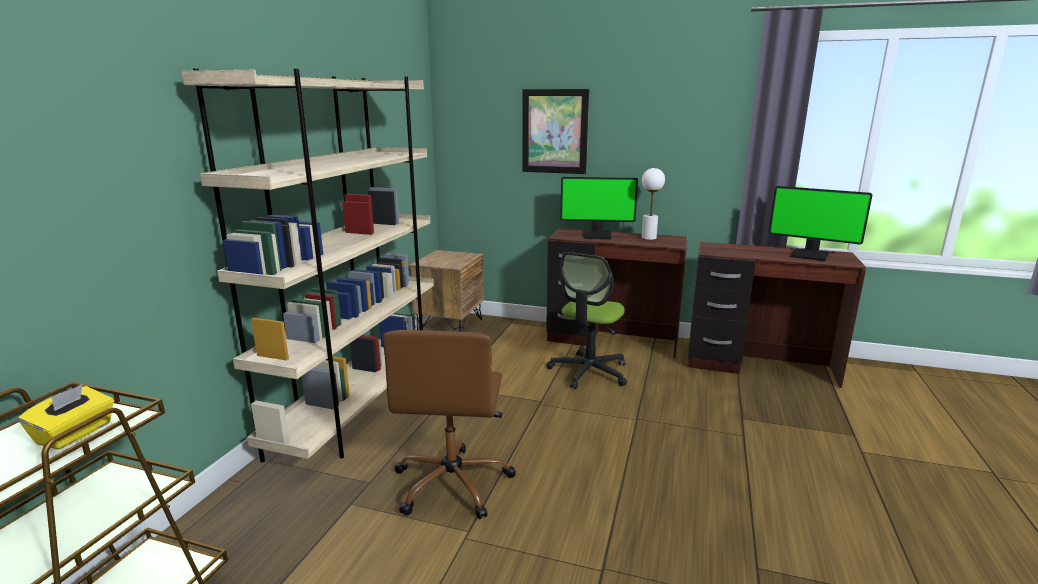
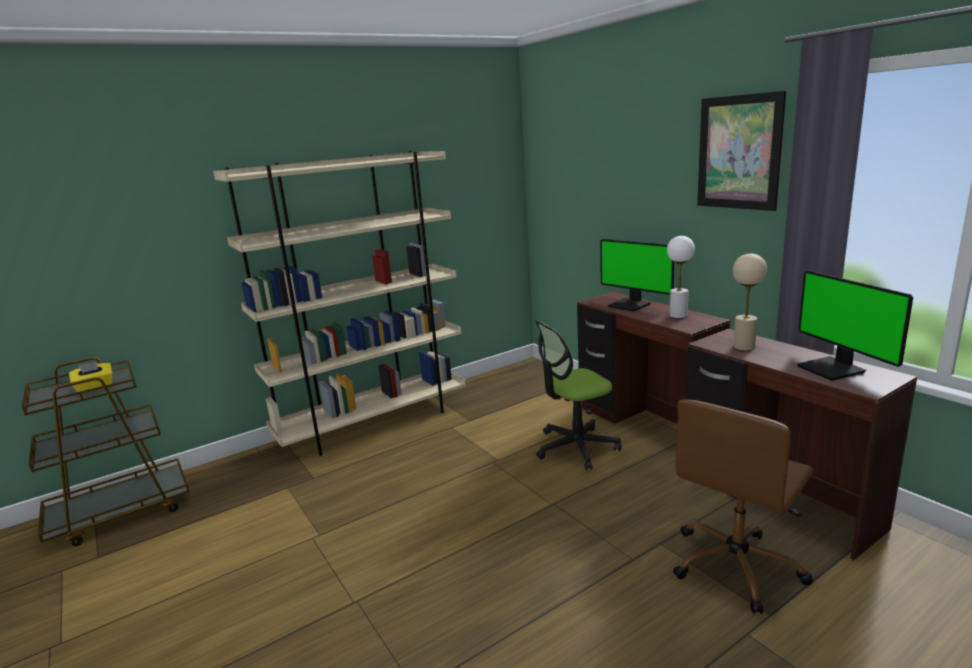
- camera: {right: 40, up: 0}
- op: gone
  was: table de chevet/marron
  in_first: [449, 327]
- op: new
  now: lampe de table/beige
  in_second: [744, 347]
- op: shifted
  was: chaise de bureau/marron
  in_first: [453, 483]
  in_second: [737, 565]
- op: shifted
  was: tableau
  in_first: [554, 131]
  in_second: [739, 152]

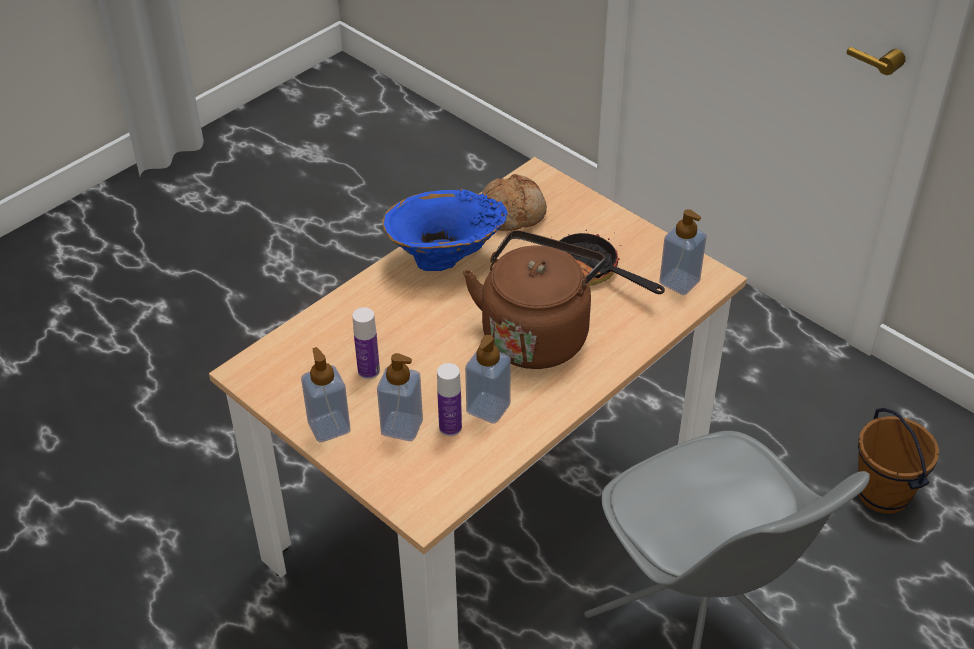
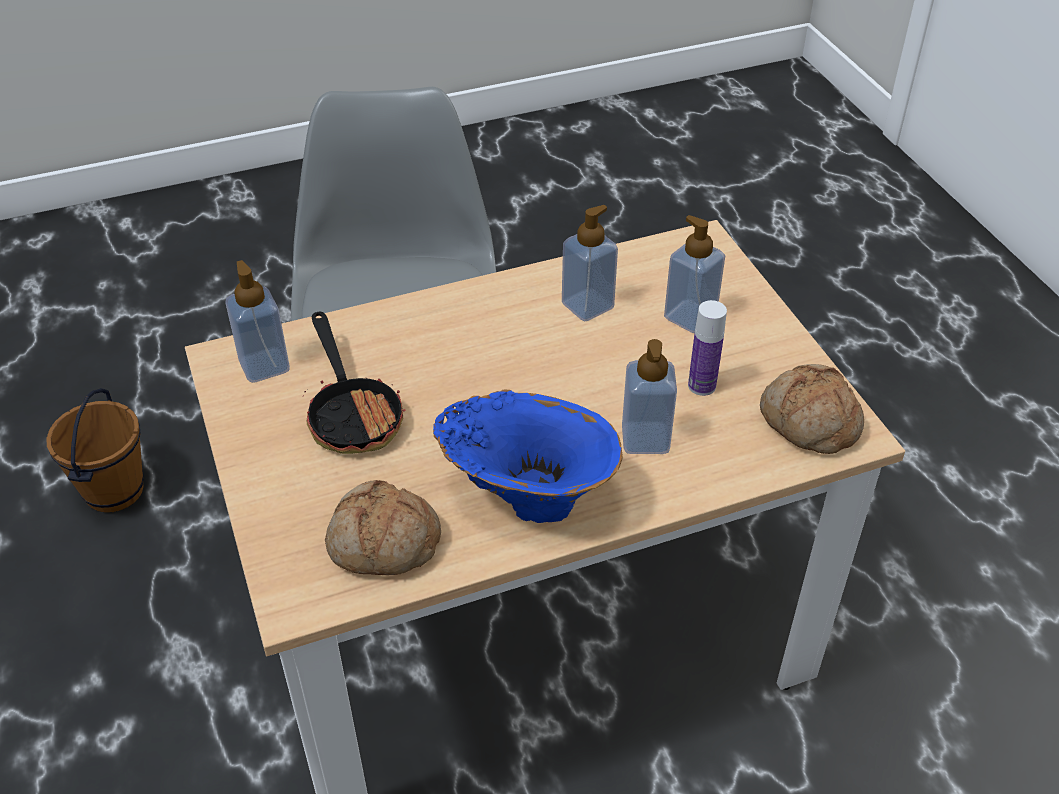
- camera: {right: -155, up: 0}
- op: gone
  was: bouteille
  in_first: [450, 427]
- op: gone
  was: bouilloire/marron
  in_first: [536, 334]
- op: new
  now: pain
  in_second: [808, 422]
- op: shifted
  was: distributeur de savon
  in_first: [329, 427]
  in_second: [645, 439]

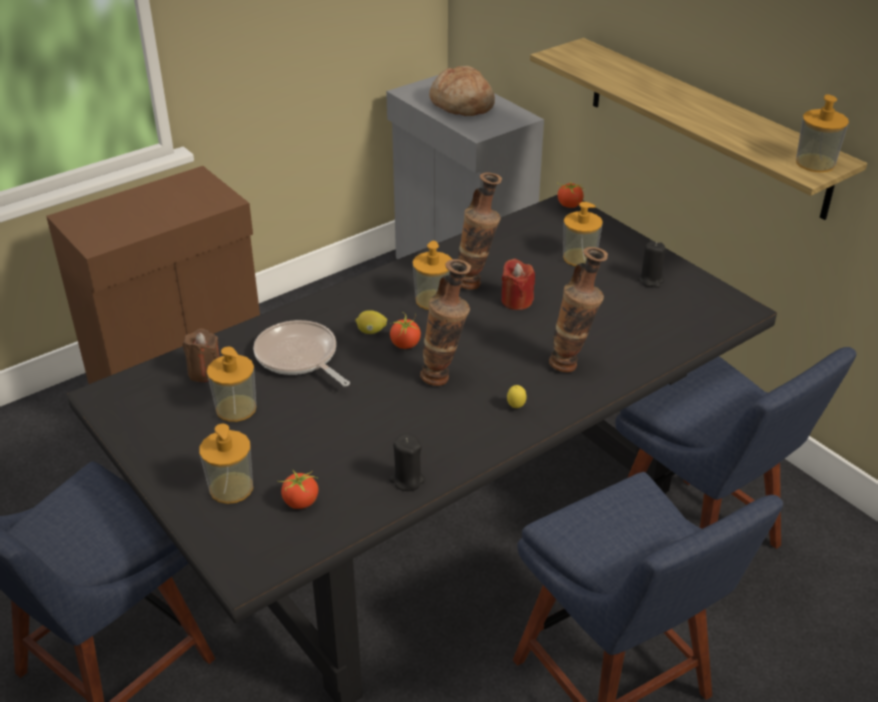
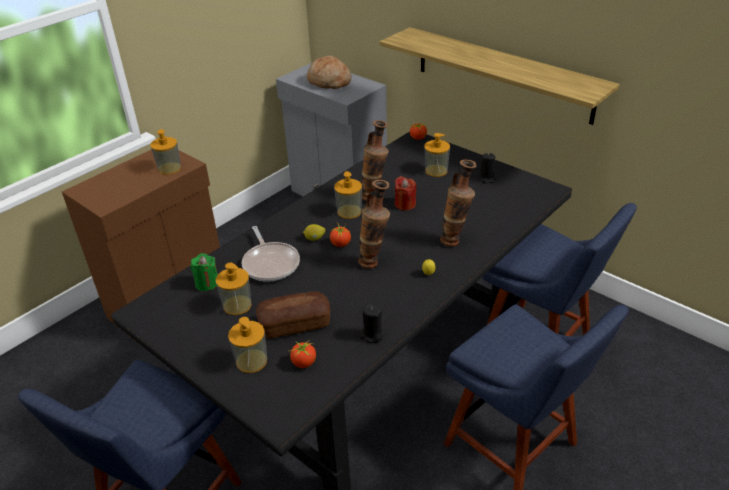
- camera: {right: -10, up: 0}
- op: new
  now: pain
  in_second: [295, 324]
- op: shifted
  was: distributeur de savon
  in_first: [815, 163]
  in_second: [169, 168]
- op: repainted
  was: bougie/marron
  now: bougie/vert
  in_first: [205, 372]
  in_second: [207, 283]
- op: rotated
  was: poêle
  in_first: [299, 357]
  in_second: [270, 263]
  clockwise: -150

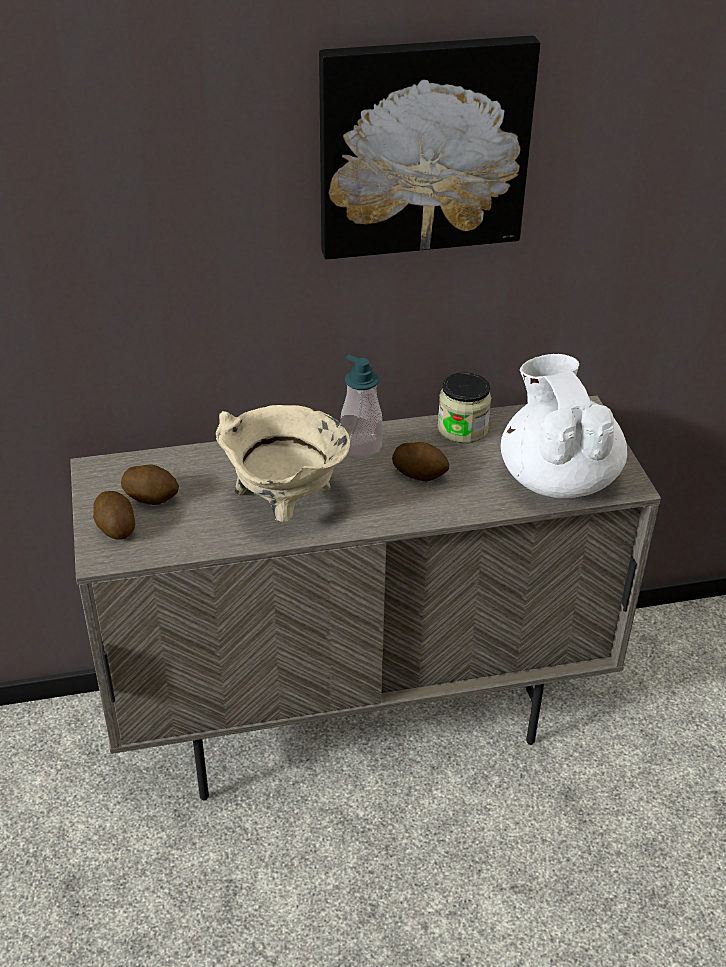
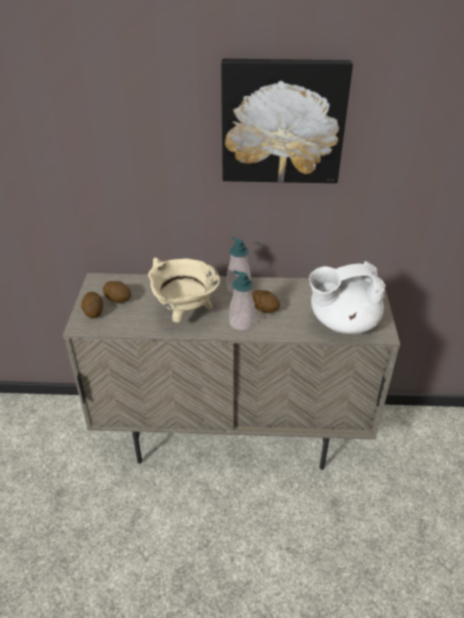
- camera: {right: 15, up: 0}
- op: gone
  was: bocal
  in_first: [462, 429]
- op: new
  now: distributeur de savon
  in_second: [242, 323]
- op: rotated
  was: théière/blanc
  in_first: [557, 478]
  in_second: [342, 323]
  clockwise: -105

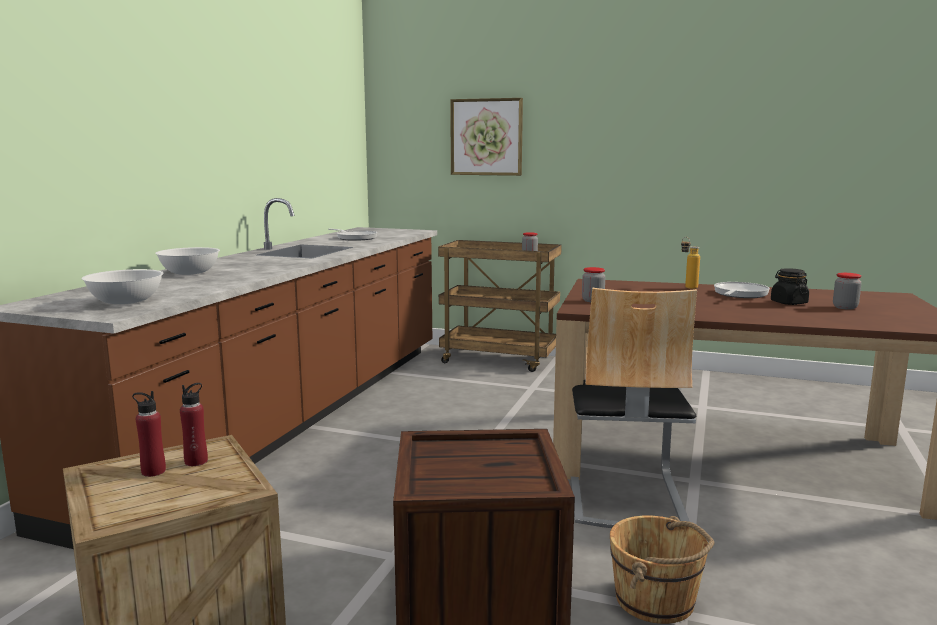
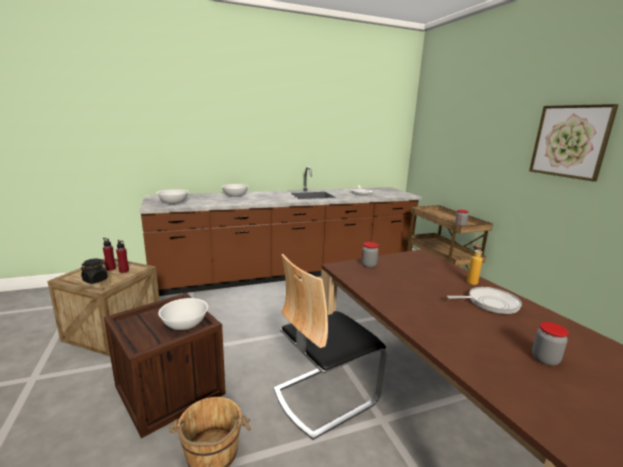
- camera: {right: 50, up: 5}
- op: new
  now: bol/blanc
  in_second: [184, 324]
- op: shifted
  was: tableau
  in_first: [486, 137]
  in_second: [570, 141]
- op: shifted
  was: bocal/noir
  in_first: [788, 303]
  in_second: [95, 280]

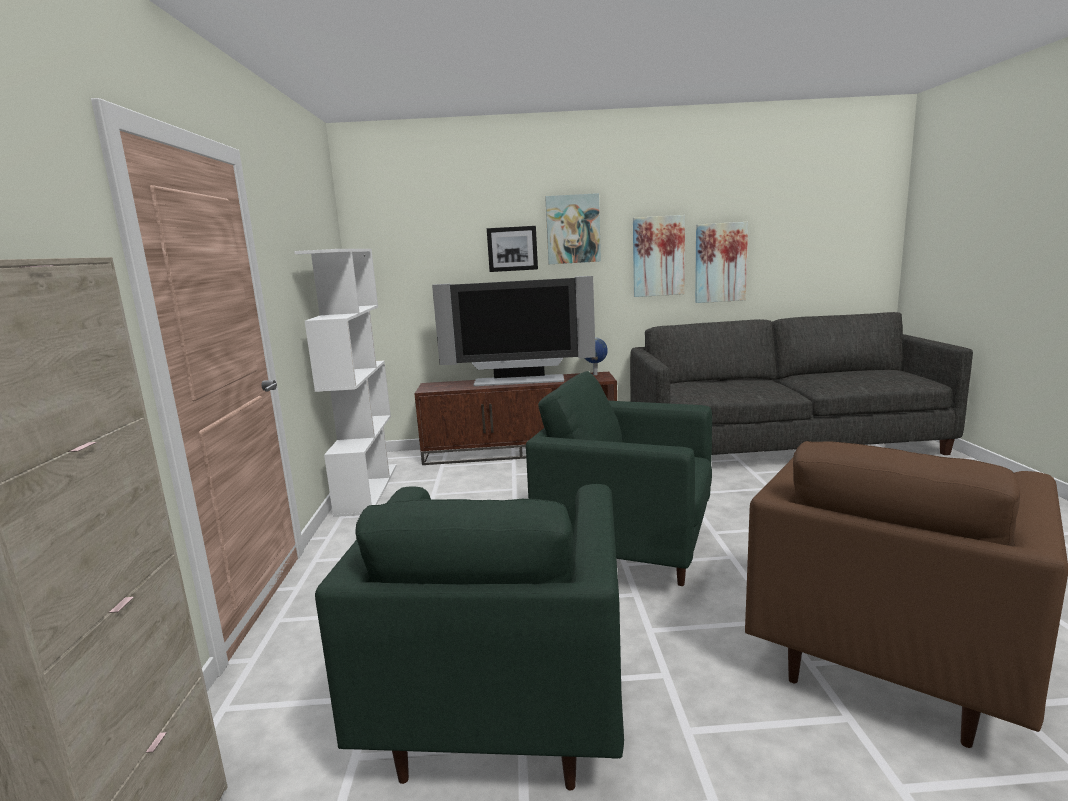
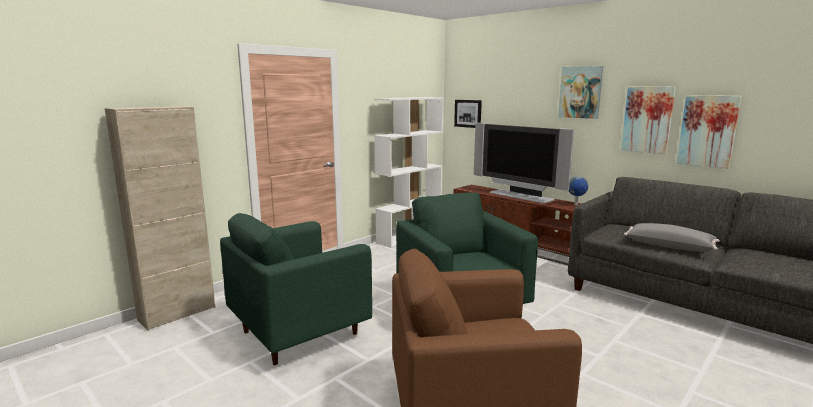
- camera: {right: 45, up: 0}
- op: new
  now: coussin/gris
  in_second: [669, 246]
- op: shifted
  was: tableau
  in_first: [512, 249]
  in_second: [468, 113]

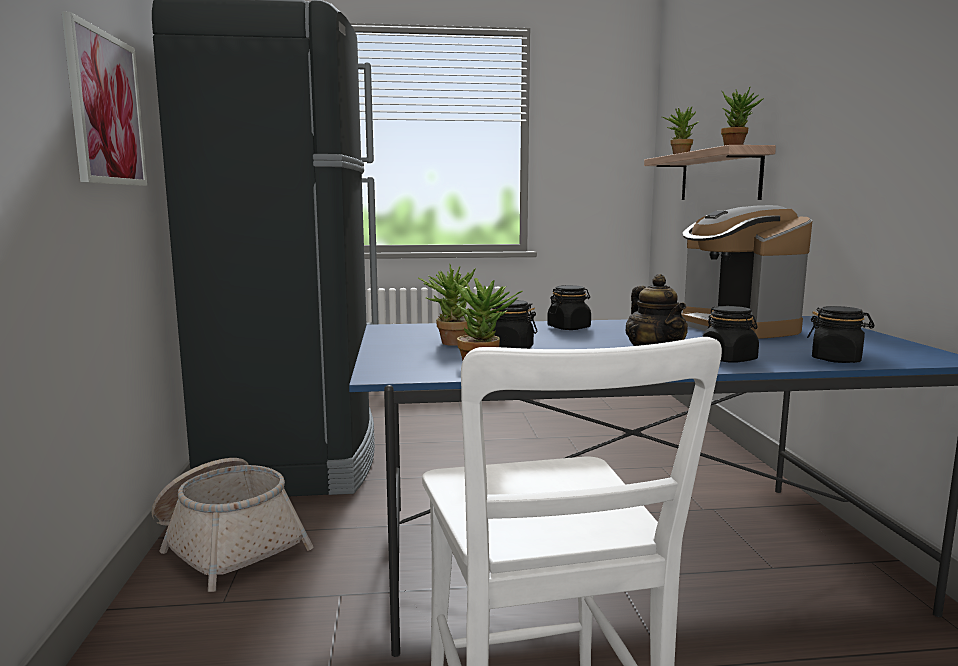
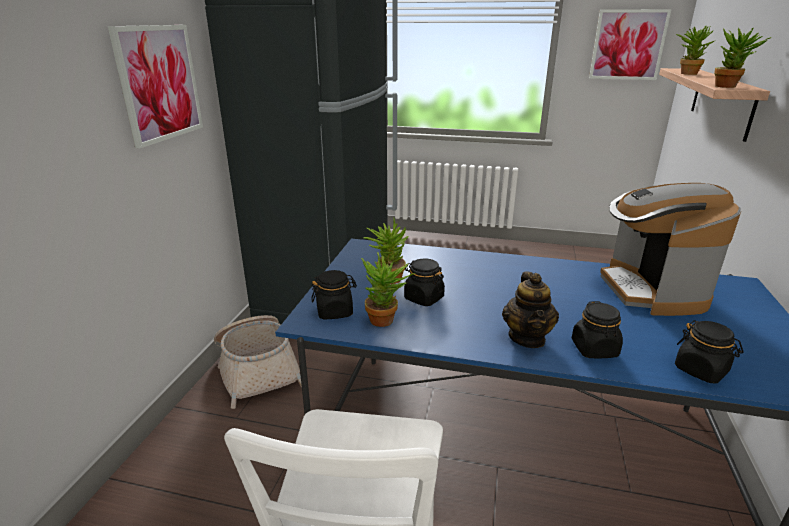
- camera: {right: 20, up: 15}
- op: new
  now: tableau
  in_second: [628, 45]
- op: shifted
  was: bocal/noir
  in_first: [569, 328]
  in_second: [335, 311]

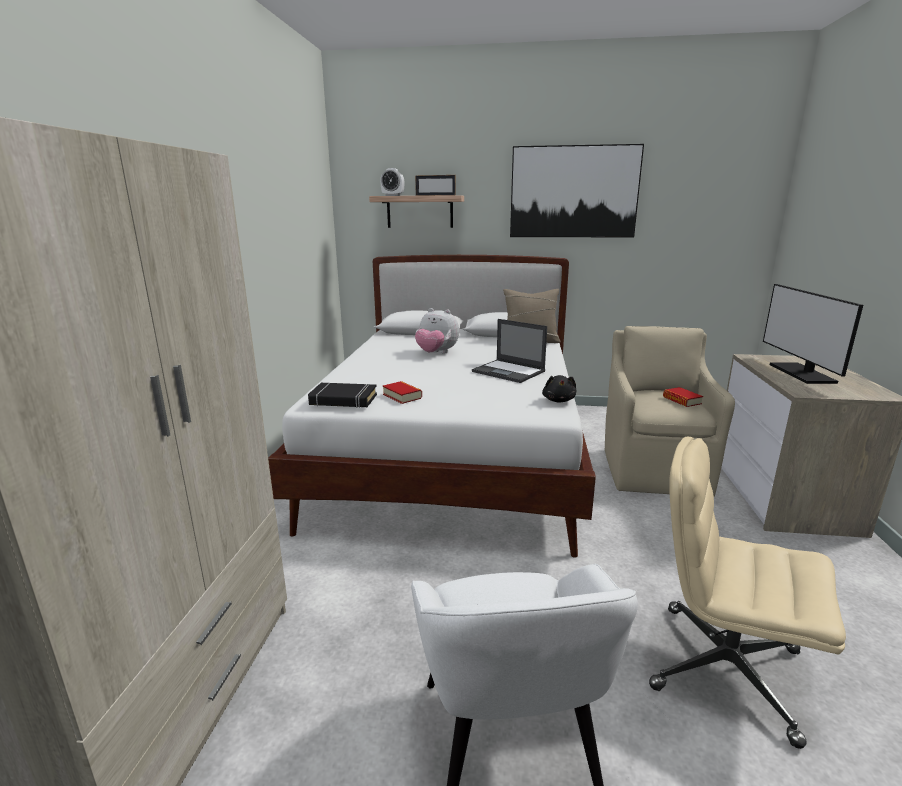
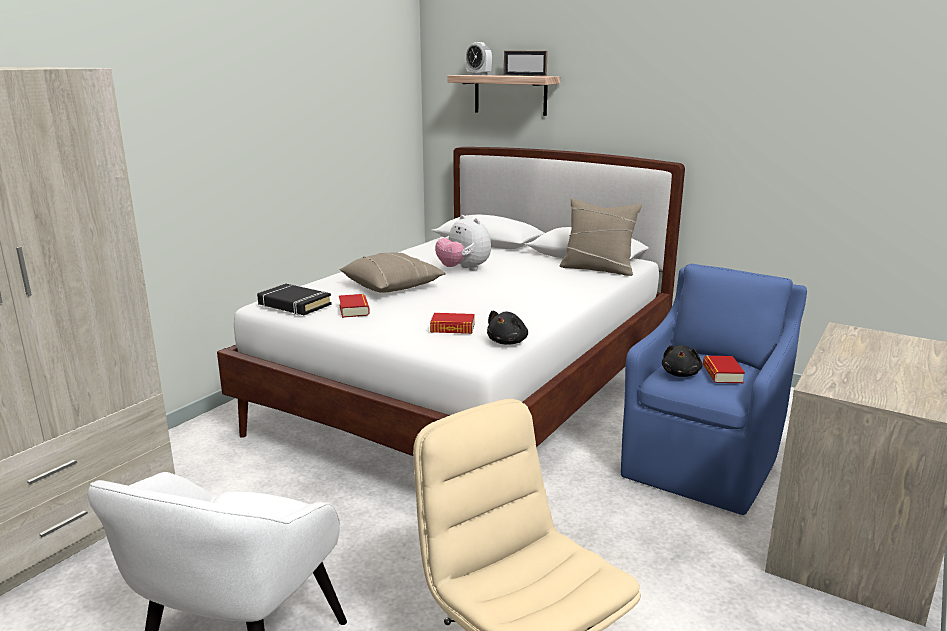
- camera: {right: 25, up: 0}
- op: gone
  was: ordinateur portable
  in_first: [509, 371]
- op: gone
  was: tableau
  in_first: [574, 192]
- op: gone
  was: écran d'ordinateur
  in_first: [801, 373]
- op: new
  now: coussin/beige
  in_second: [392, 286]
- op: new
  now: livre
  in_second: [452, 328]
- op: new
  now: peluche/noir
  in_second: [680, 374]
- op: repainted
  was: fauteuil/beige
  now: fauteuil/bleu
  in_first: [654, 469]
  in_second: [702, 464]

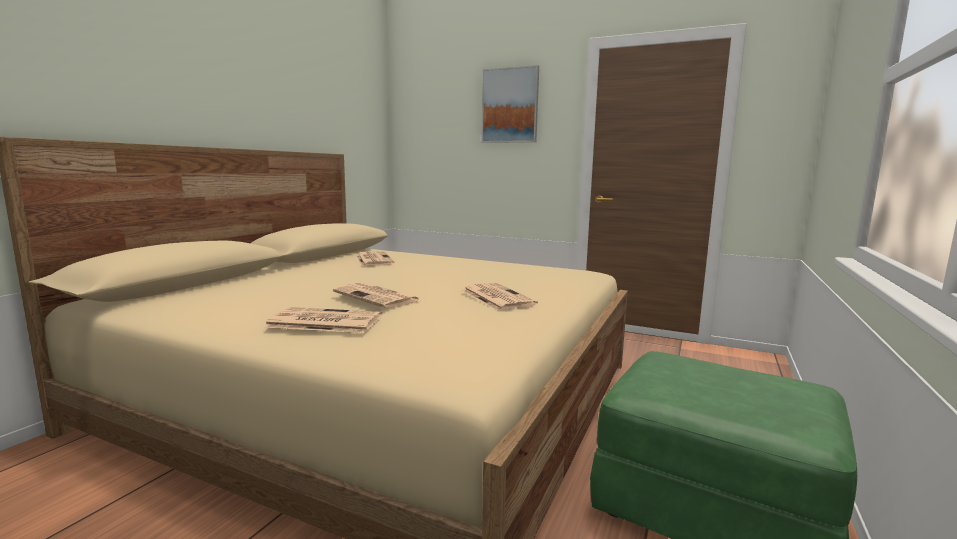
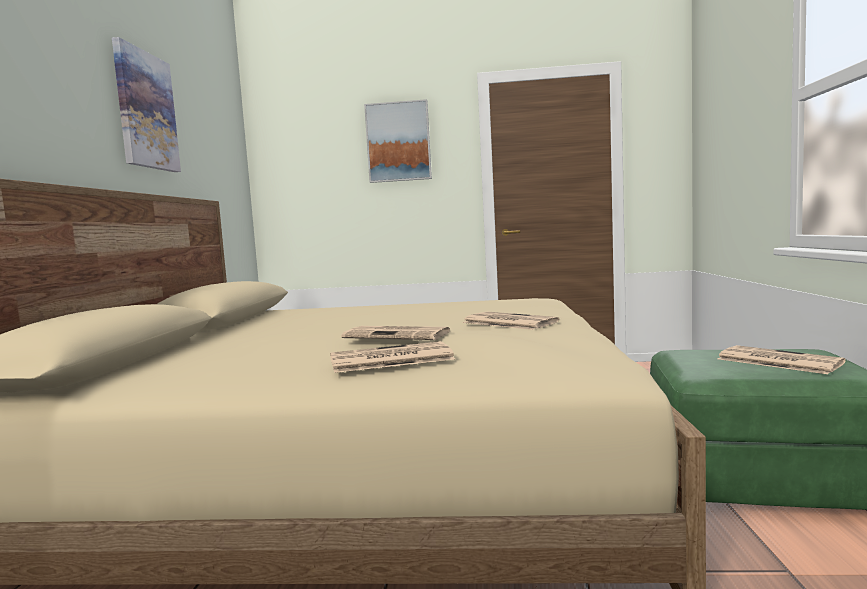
- camera: {right: -20, up: -5}
- op: new
  now: tableau
  in_second: [145, 110]
- op: shifted
  was: journal
  in_first: [373, 259]
  in_second: [776, 361]

